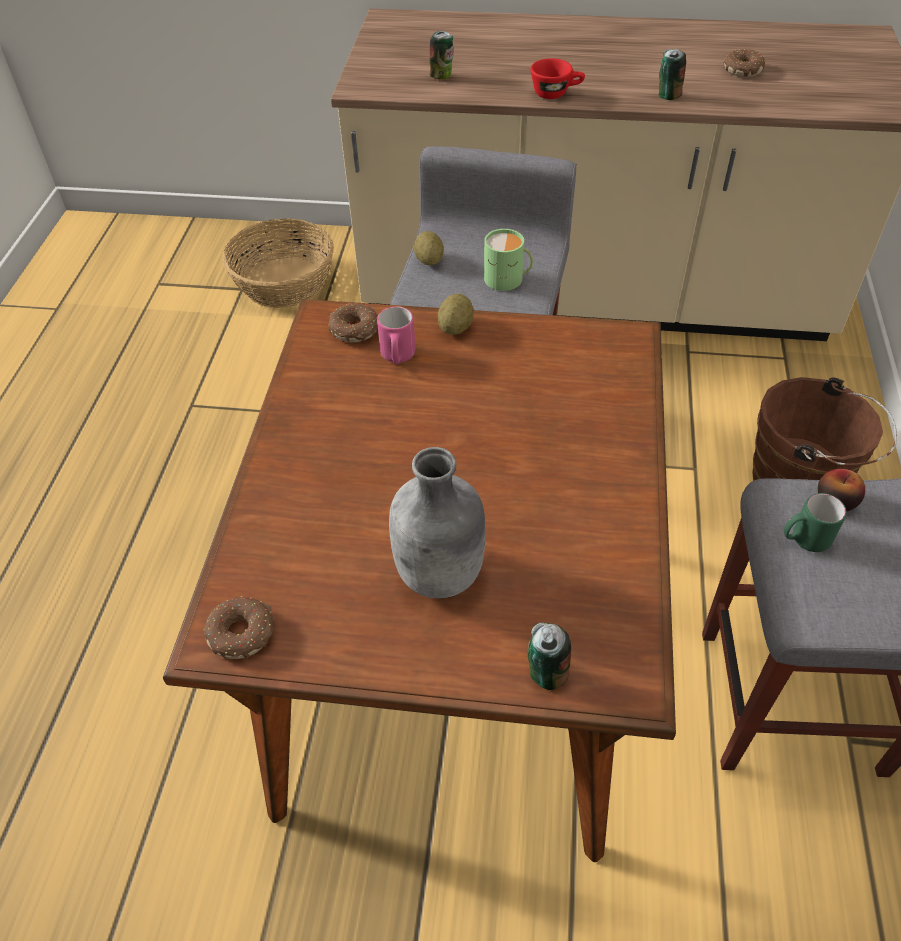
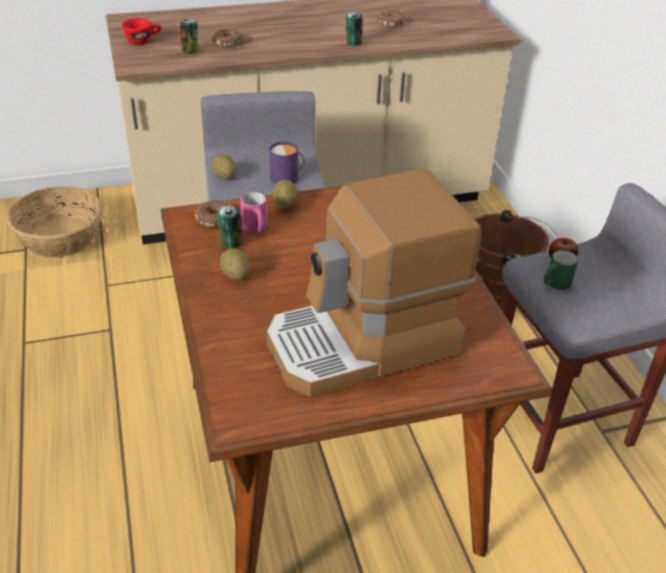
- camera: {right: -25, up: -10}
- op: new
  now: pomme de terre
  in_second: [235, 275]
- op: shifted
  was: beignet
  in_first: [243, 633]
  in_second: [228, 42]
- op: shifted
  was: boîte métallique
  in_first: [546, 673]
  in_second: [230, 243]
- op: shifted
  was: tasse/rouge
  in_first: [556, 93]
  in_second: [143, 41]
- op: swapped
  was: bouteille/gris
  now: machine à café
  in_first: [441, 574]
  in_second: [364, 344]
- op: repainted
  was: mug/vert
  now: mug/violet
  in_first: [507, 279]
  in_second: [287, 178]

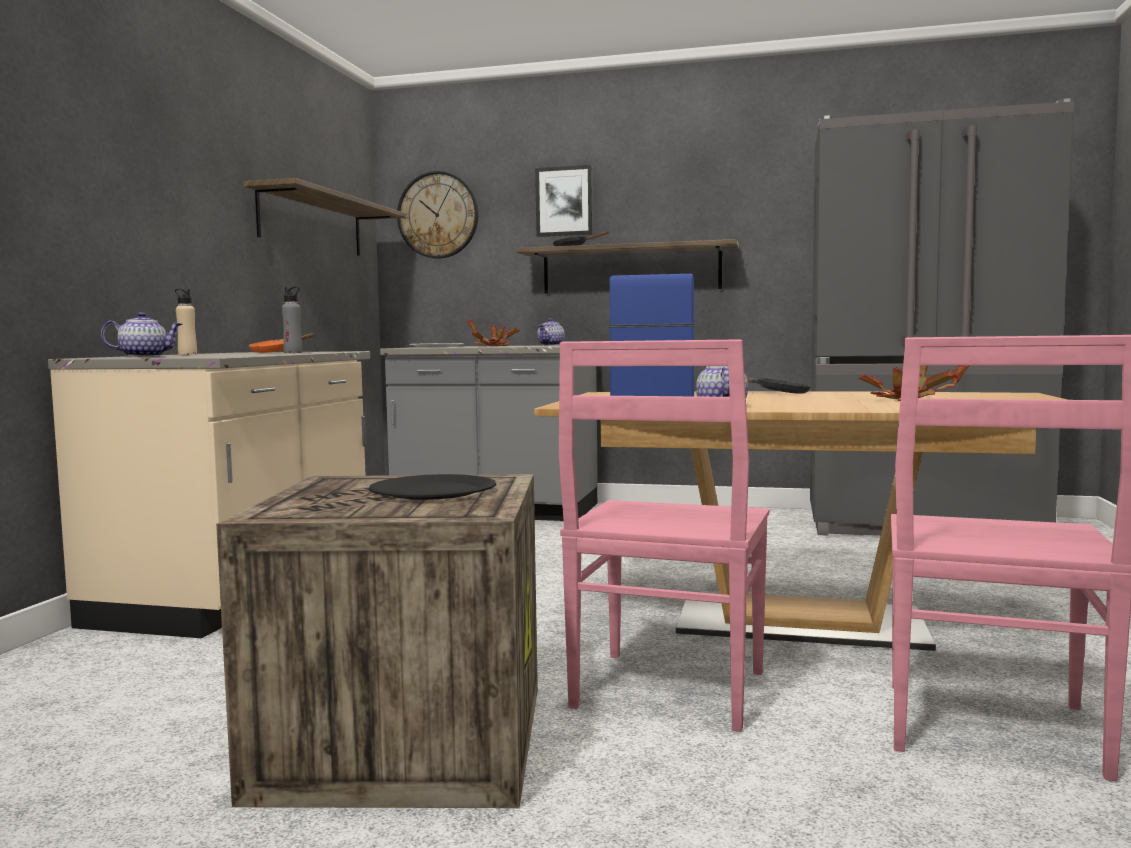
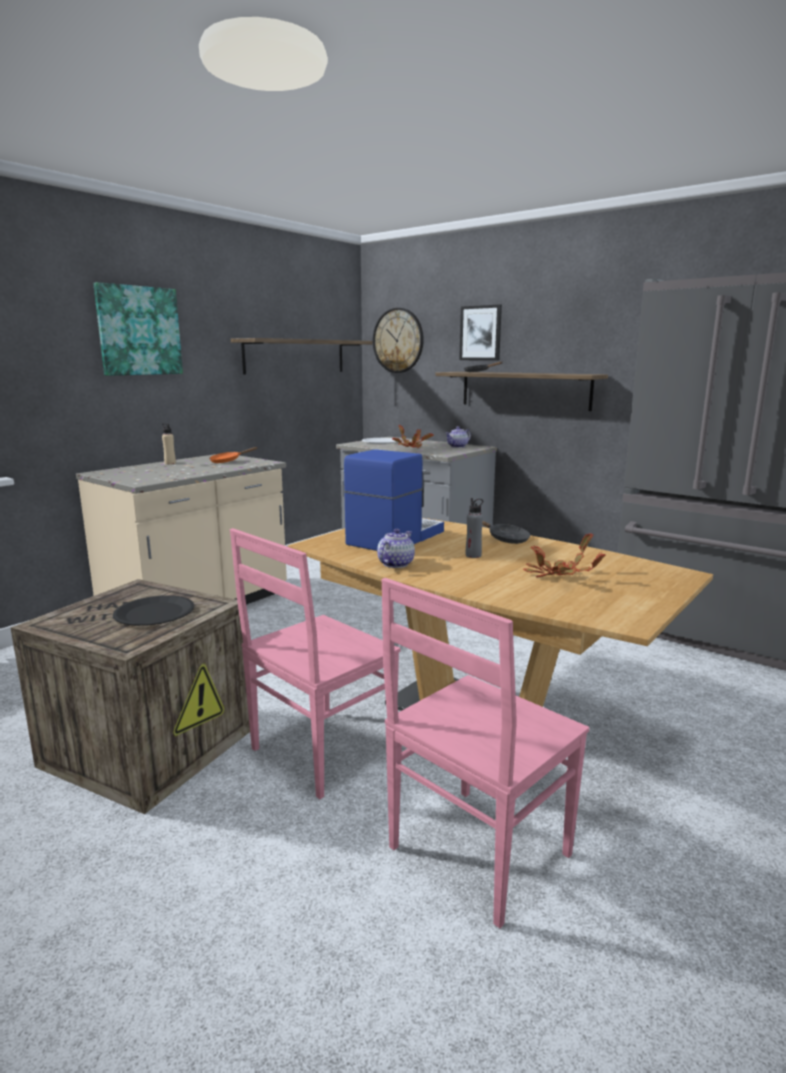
- camera: {right: 25, up: 10}
- op: gone
  was: théière
  in_first: [144, 356]
- op: new
  now: tableau
  in_second: [139, 331]
- op: shifted
  was: bouteille/gris
  in_first: [293, 353]
  in_second: [473, 555]

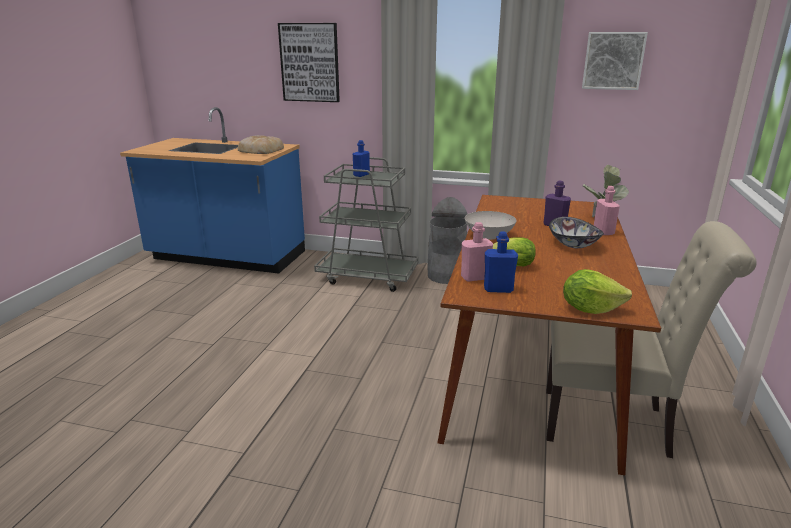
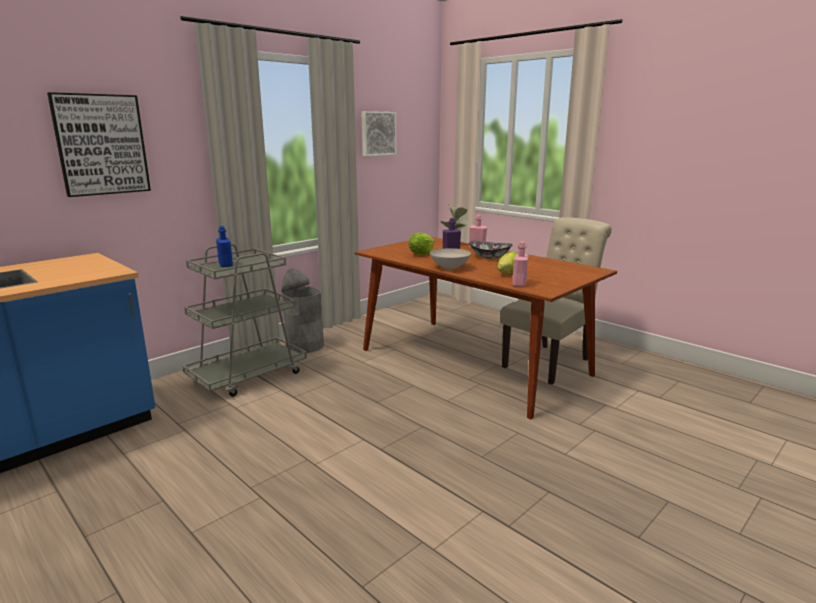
- camera: {right: -60, up: -5}
- op: gone
  was: pain
  in_first: [260, 150]
- op: gone
  was: bouteille/bleu
  in_first: [498, 289]
- op: shifted
  was: laitue
  in_first: [590, 309]
  in_second: [421, 254]

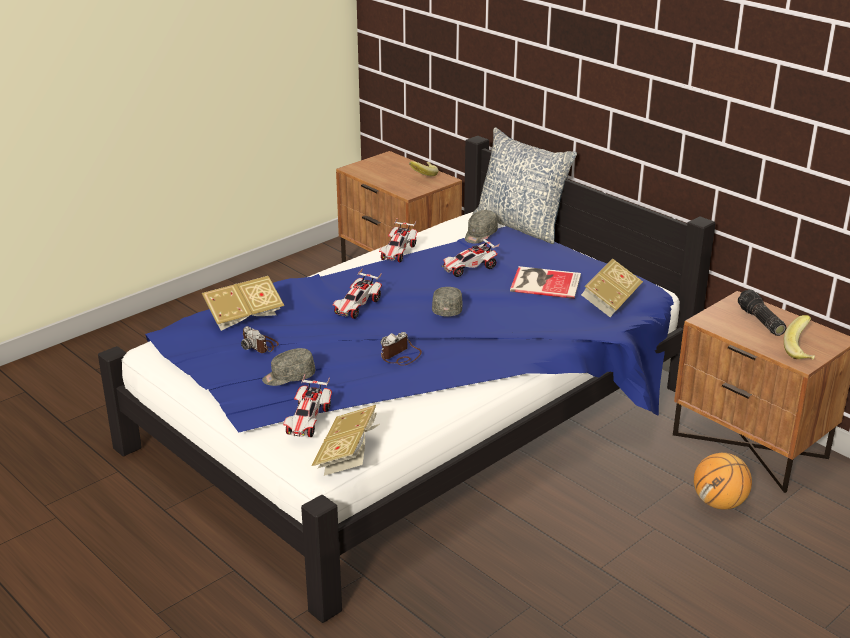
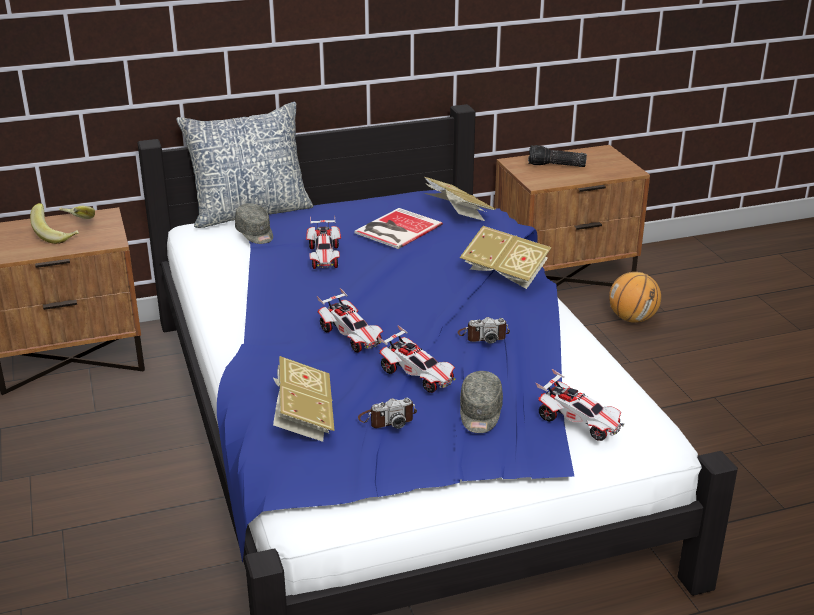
- camera: {right: -65, up: 0}
- op: gone
  was: casquette/gris
  in_first: [447, 309]
- op: shifted
  was: livre
  in_first: [348, 456]
  in_second: [505, 273]
- op: shifted
  was: petite voiture
  in_first: [398, 252]
  in_second: [417, 376]
- op: shifted
  was: banane
  in_first: [802, 351]
  in_second: [57, 236]
- op: rotated
  was: appareil photo
  in_first: [400, 356]
  in_second: [483, 336]
  clockwise: -75

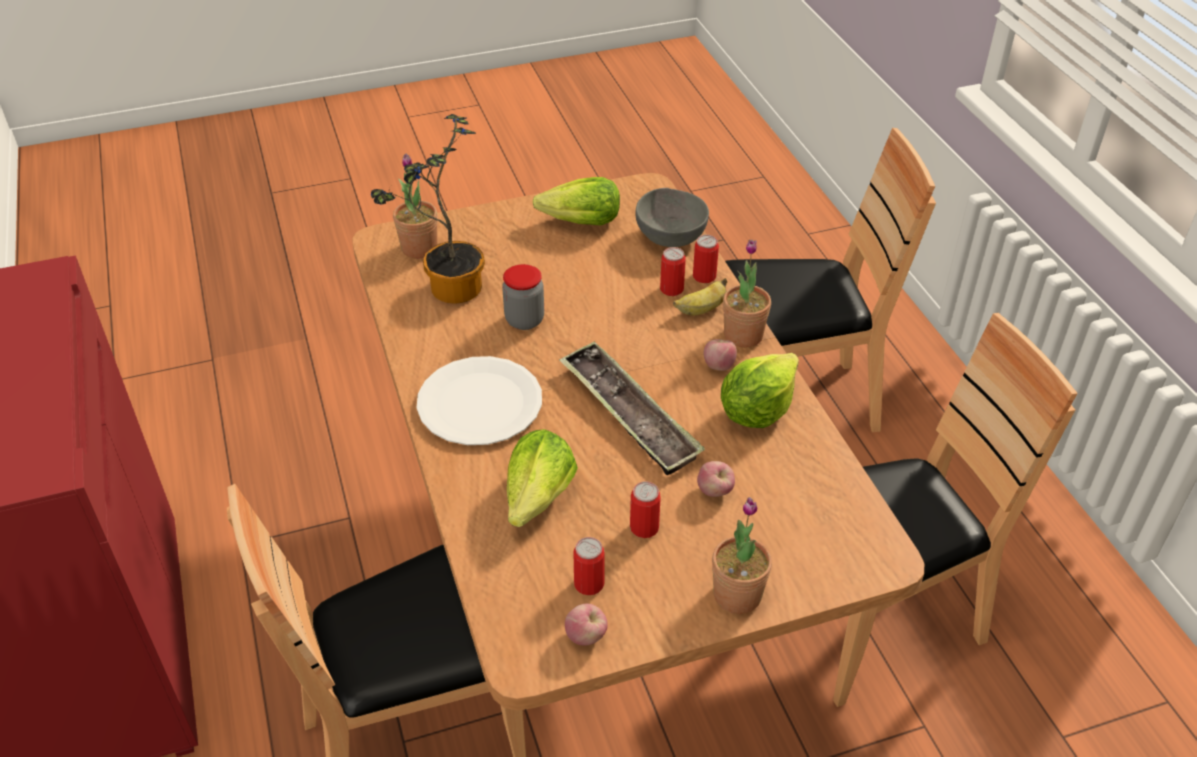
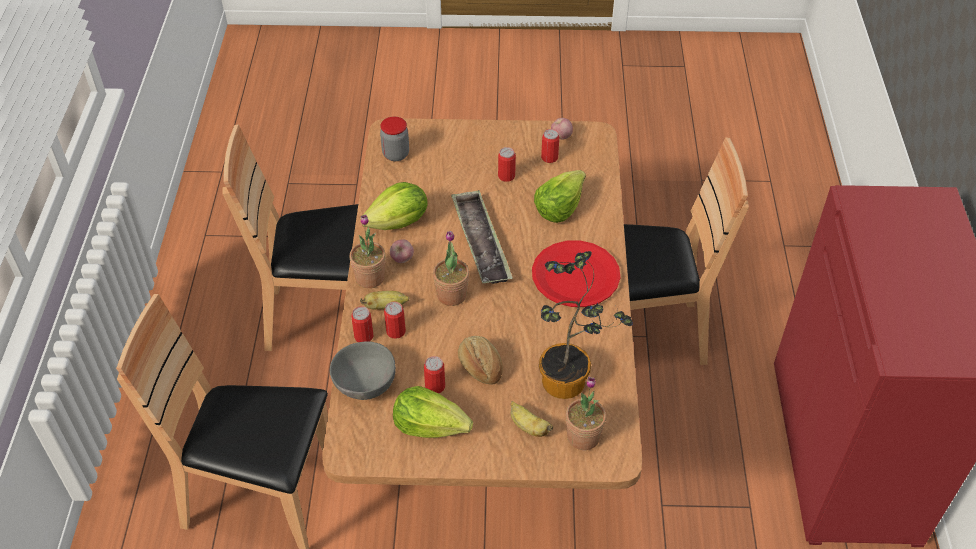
- camera: {right: -160, up: 5}
- op: gone
  was: pomme
  in_first: [715, 491]
- op: new
  now: boîte métallique
  in_second: [435, 386]
- op: new
  now: pain
  in_second: [479, 367]
- op: new
  now: banane
  in_second: [528, 427]
- op: shifted
  was: bocal
  in_first: [524, 320]
  in_second: [396, 154]
- op: shifted
  was: plante en pot
  in_first: [737, 595]
  in_second: [451, 295]
- op: repainted
  was: assiette/blanc
  now: assiette/rouge
  in_first: [480, 404]
  in_second: [575, 275]

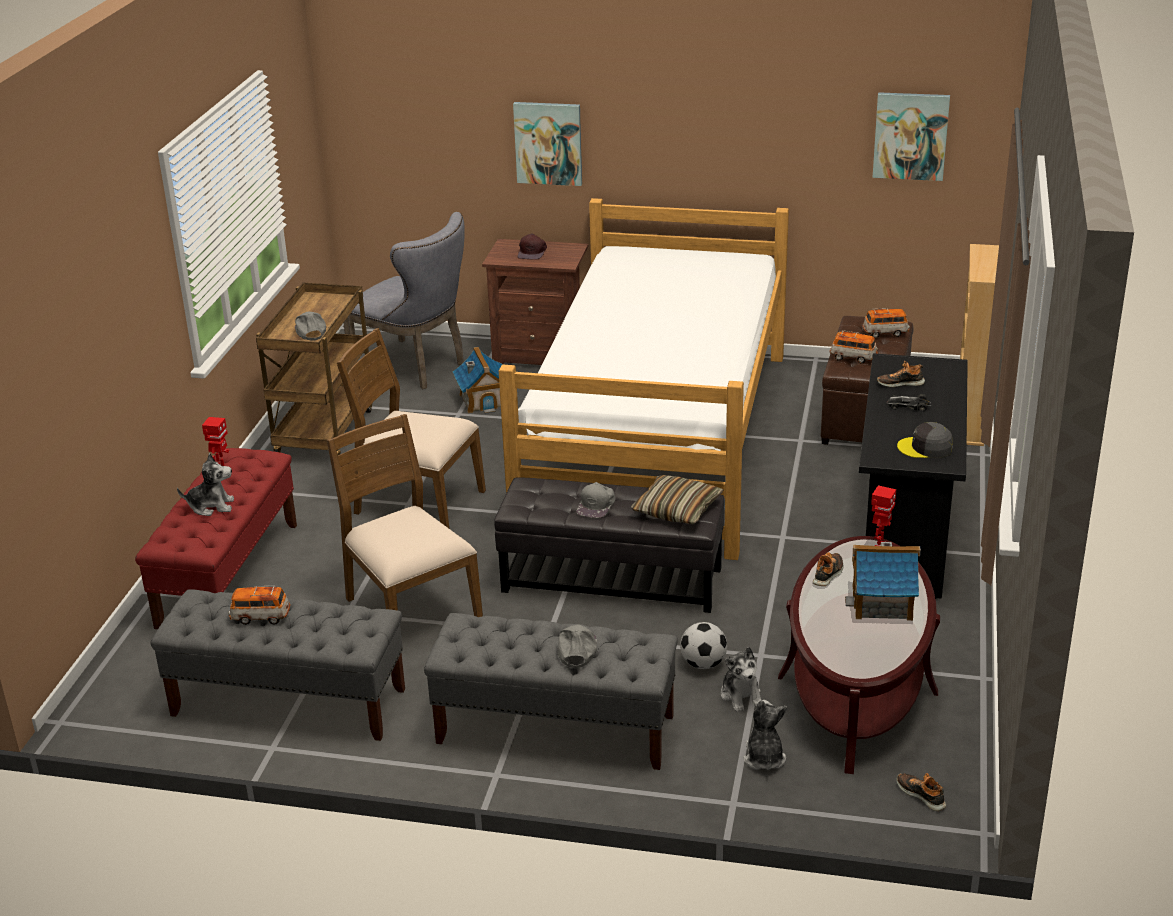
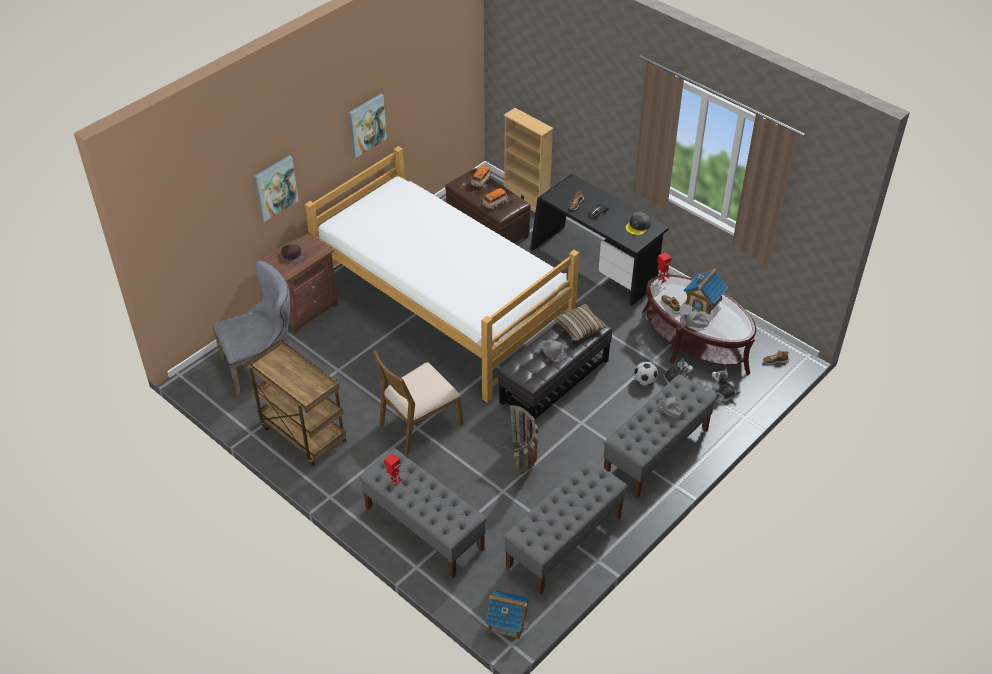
- camera: {right: -60, up: 15}
- op: gone
  was: peluche
  in_first: [211, 506]
- op: gone
  was: petite voiture
  in_first: [260, 617]
- op: shifted
  was: casquette/gris
  in_first: [310, 331]
  in_second: [693, 322]
- op: shifted
  was: maison miniature
  in_first: [484, 400]
  in_second: [507, 621]
- op: shifted
  was: tableau
  in_first: [910, 136]
  in_second: [366, 125]
- op: swapped
  was: chaise/marron
  now: panier
  in_first: [410, 611]
  in_second: [521, 466]
- op: repainted
  was: banc/rouge
  now: banc/gris
  in_first: [228, 574]
  in_second: [423, 528]

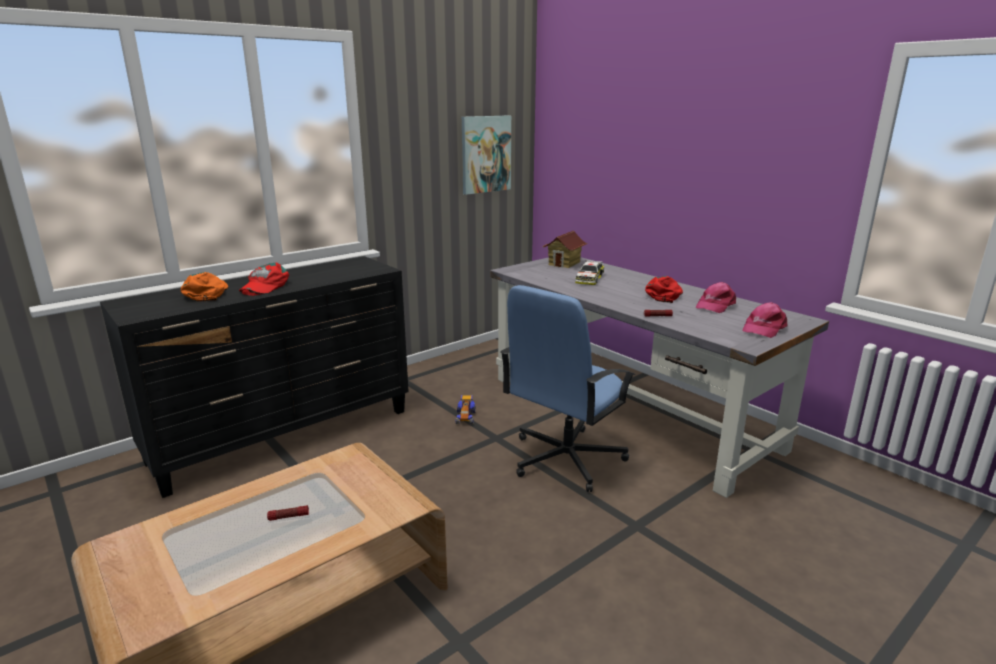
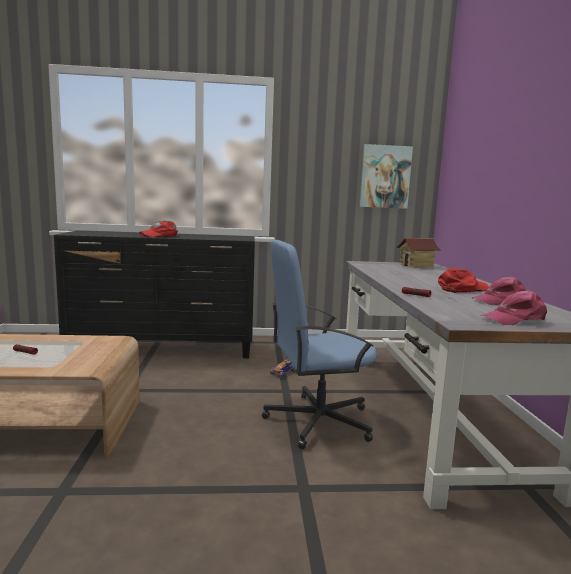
- camera: {right: 35, up: -10}
- op: gone
  was: casquette/orange
  in_first: [207, 293]
- op: gone
  was: petite voiture
  in_first: [589, 279]

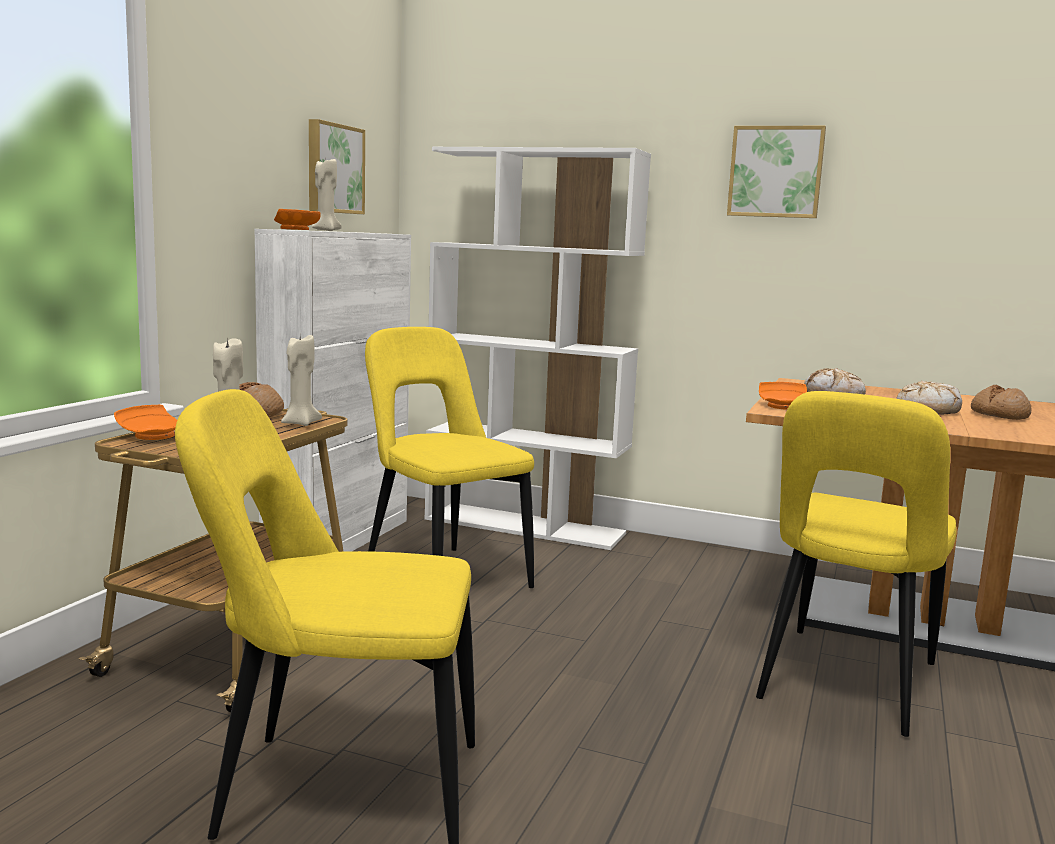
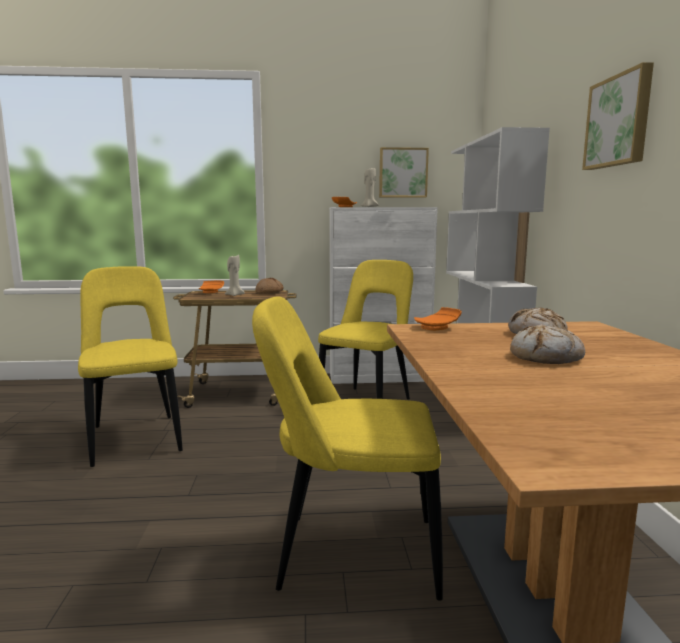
- camera: {right: 65, up: 0}
- op: gone
  was: bougie/beige
  in_first: [300, 423]
- op: gone
  was: pain
  in_first: [999, 415]

